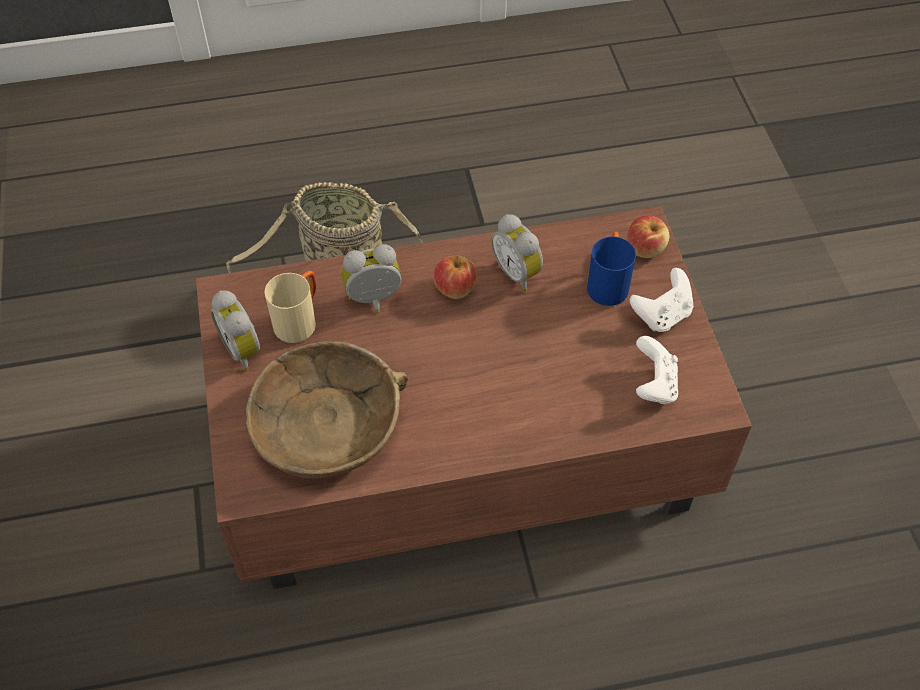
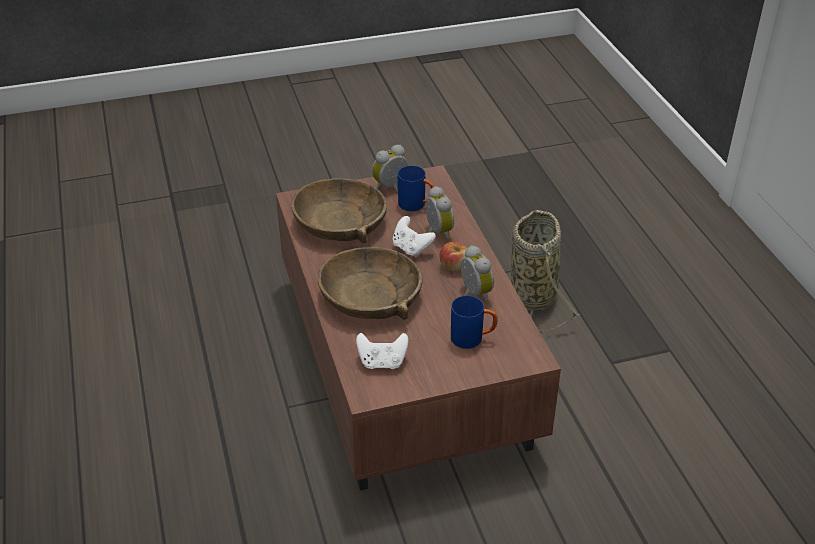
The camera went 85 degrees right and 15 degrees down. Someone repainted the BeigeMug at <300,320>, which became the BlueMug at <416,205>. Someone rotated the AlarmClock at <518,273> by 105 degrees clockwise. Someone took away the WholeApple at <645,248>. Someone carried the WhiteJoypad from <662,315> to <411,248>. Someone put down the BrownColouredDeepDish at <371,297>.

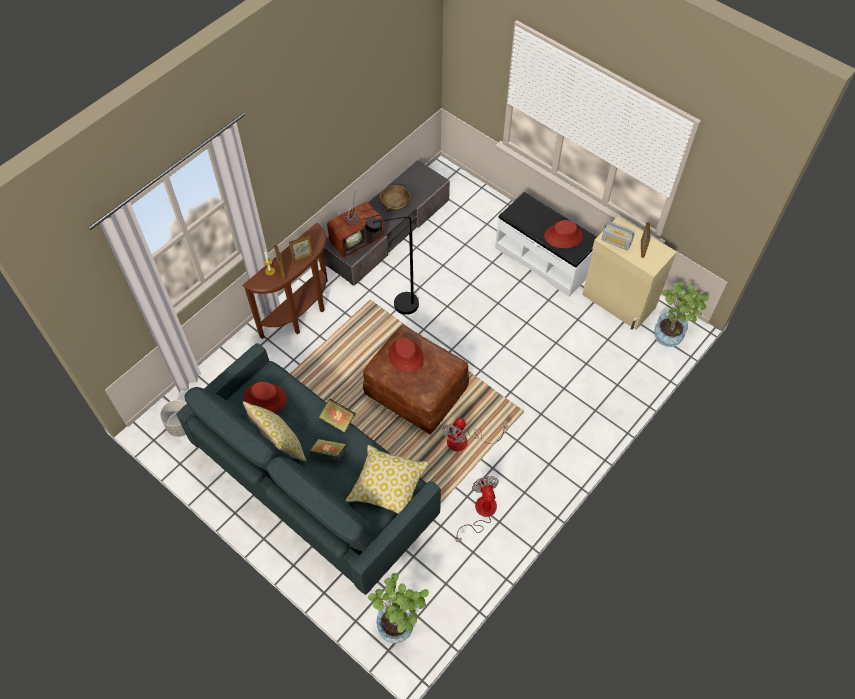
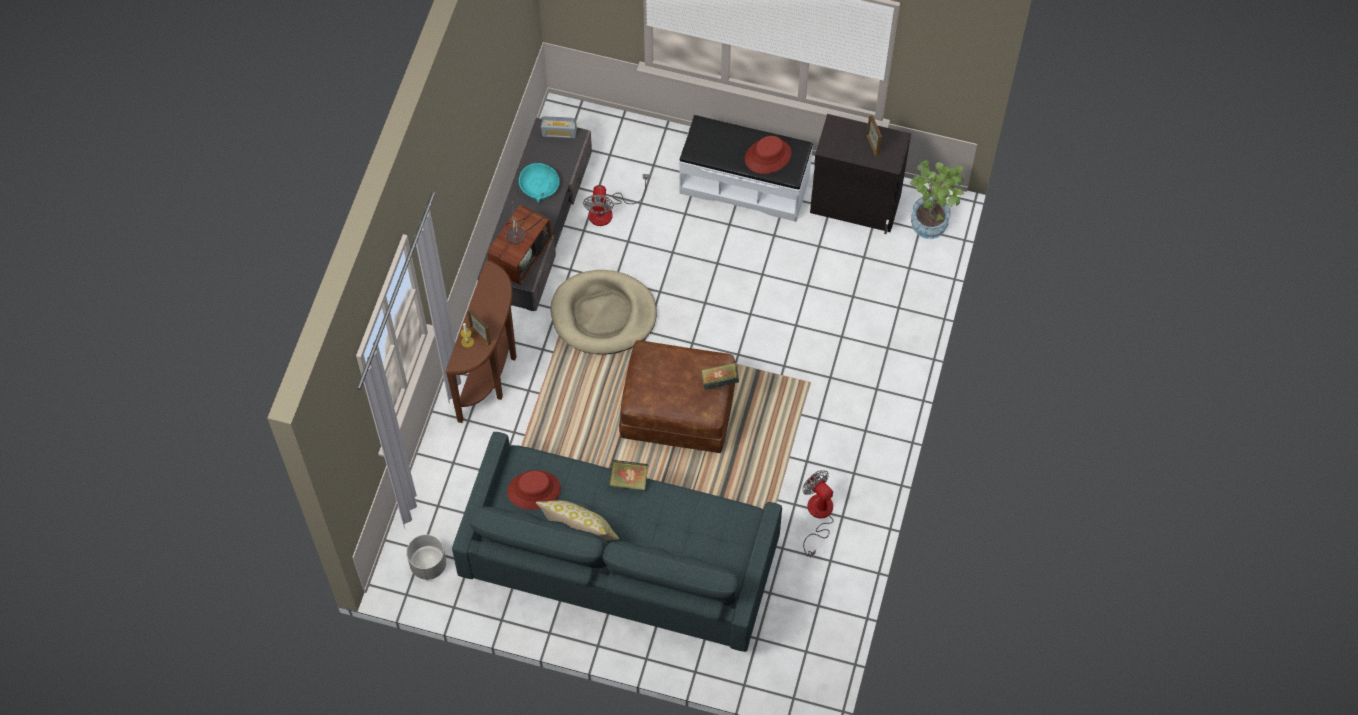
The camera went 25 degrees left and 5 degrees up. Someone took away the StandingFrame at <303,257>. Someone carried the Volume from <329,454> to <719,381>. Someone took away the ThrowPillow at <387,486>. Someone swapped the BlackishFloorLamp at <399,306> for the BeigeDogBed at <603,315>. Someone took away the PlantInAPot at <399,622>. Someone repainted the BrownColouredDeepDish at <395,202>, which became the TurquoiseColouredDeepDish at <539,186>. Someone took away the ReddishHat at <405,356>. Someone carried the ElectricFan from <465,441> to <608,211>. Someone repainted the BeigeStorageCabinet at <618,302>, which became the BlackishStorageCabinet at <855,205>. Someone carried the RadioSet from <616,242> to <559,133>.

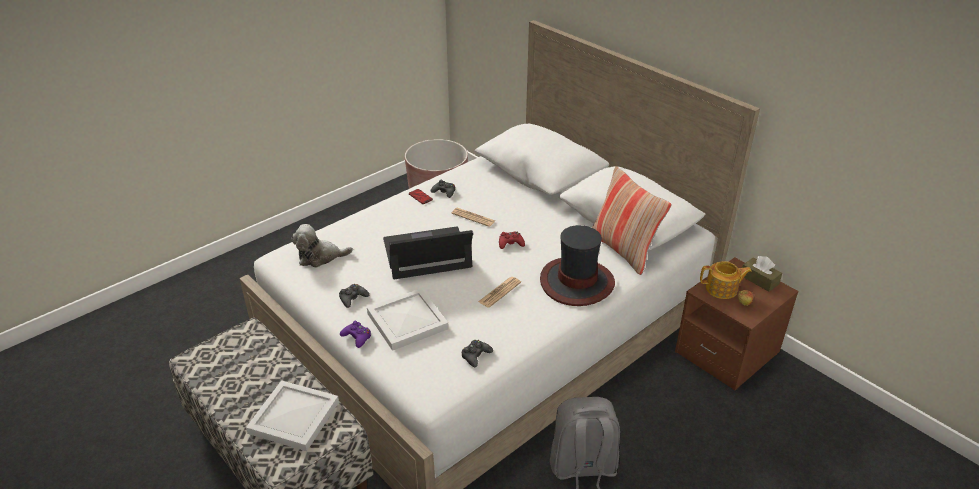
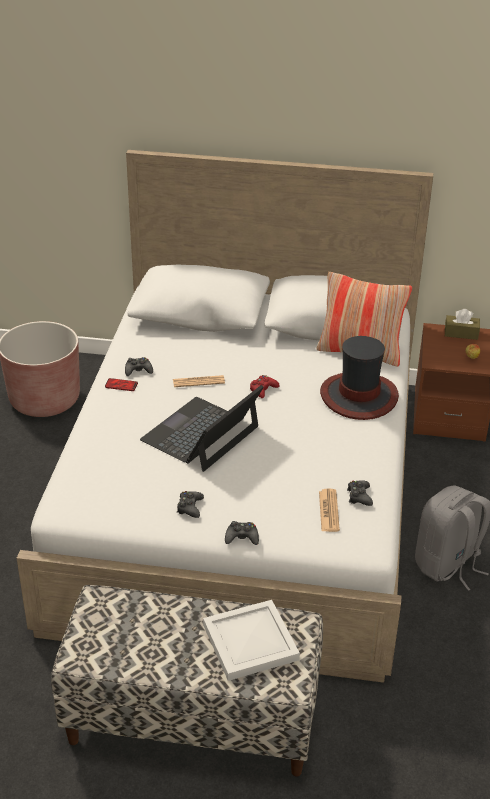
The camera went 40 degrees left and 0 degrees up. Someone took away the PlushToy at <320,257>. Someone repainted the PurpleColouredJoypad at <357,337>, which became the BlackishJoypad at <242,537>. Someone took away the WhiteCarryingTray at <407,322>. Someone carried the DailyPaper from <499,292> to <329,511>. Someone took away the PotForTea at <722,289>.

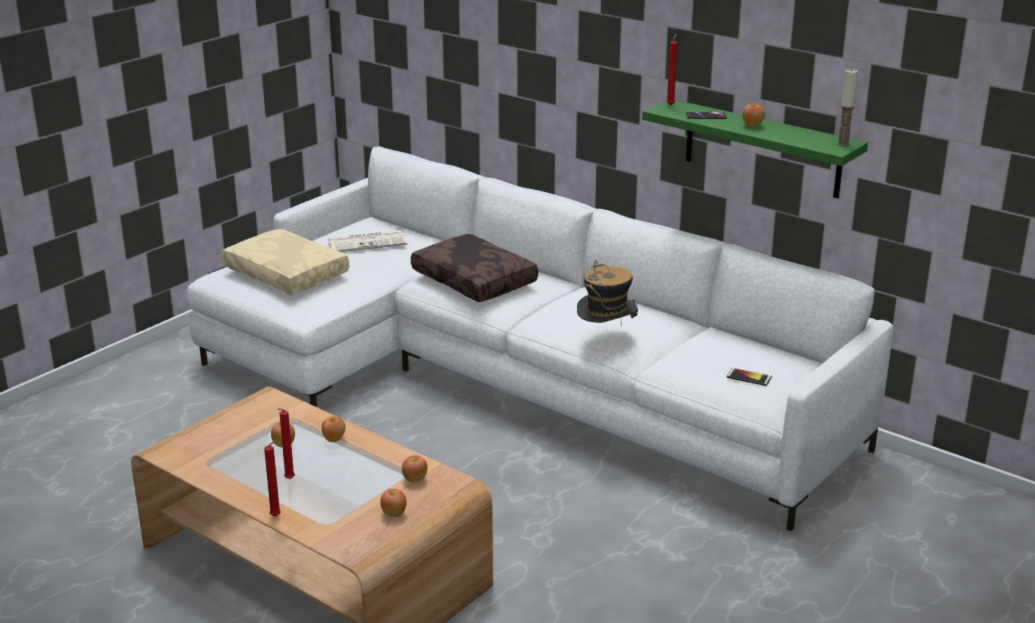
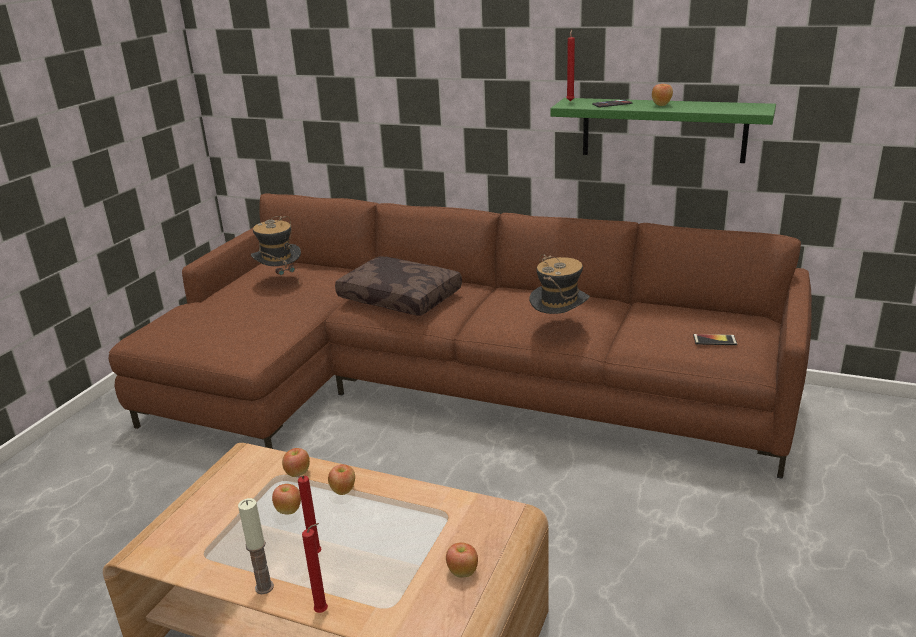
The camera went 15 degrees left and 0 degrees up. Someone repainted the WhiteSofa at <510,382>, which became the BrownColouredSofa at <443,387>. Someone took away the BeigeThrowPillow at <284,275>. Someone swapped the DailyPaper at <368,242> for the Hat at <280,280>. Someone carried the WholeApple from <415,479> to <297,473>. Someone carried the WaxCandle from <843,144> to <264,587>.

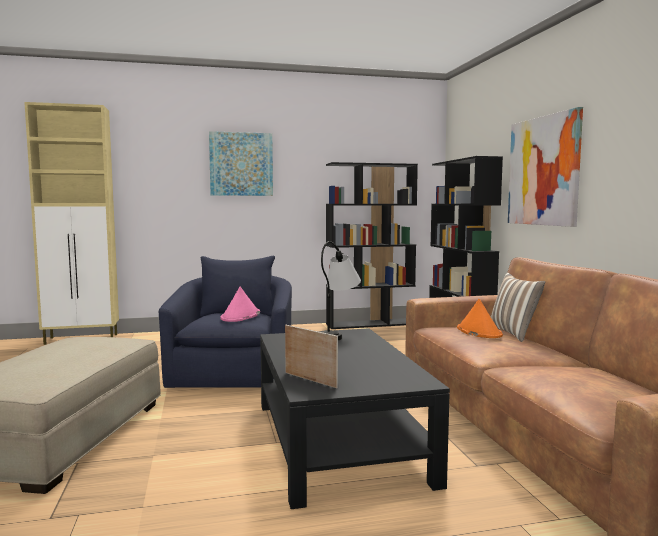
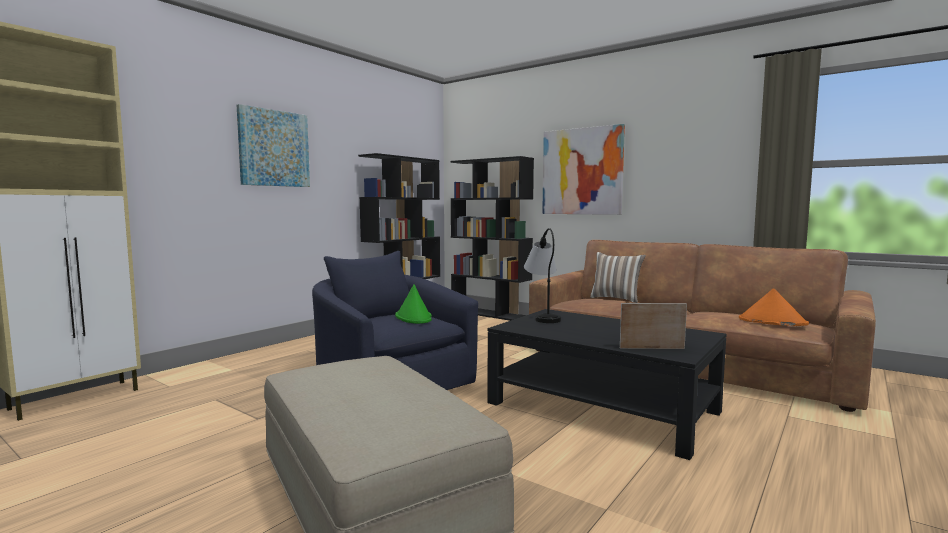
The camera went 40 degrees left and 0 degrees up. Someone repainted the PinkColouredHat at <240,316>, which became the GreenishHat at <413,317>. Someone carried the OrangeyHat from <478,332> to <772,321>.

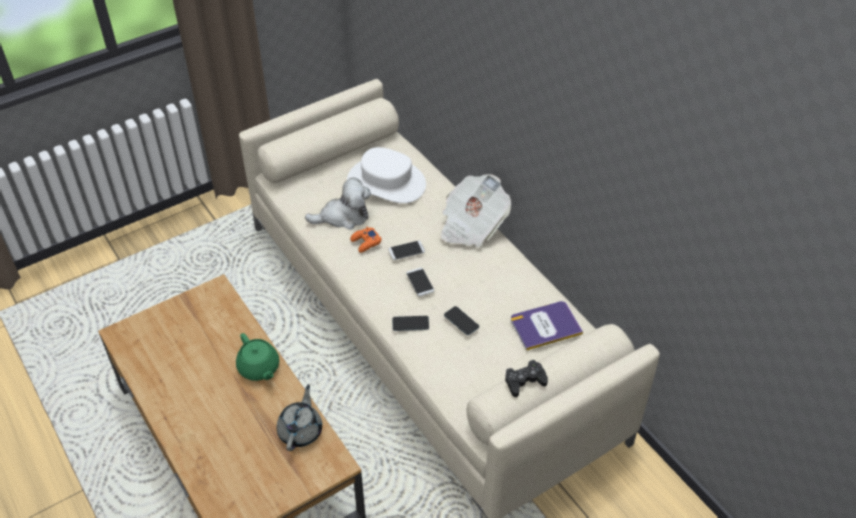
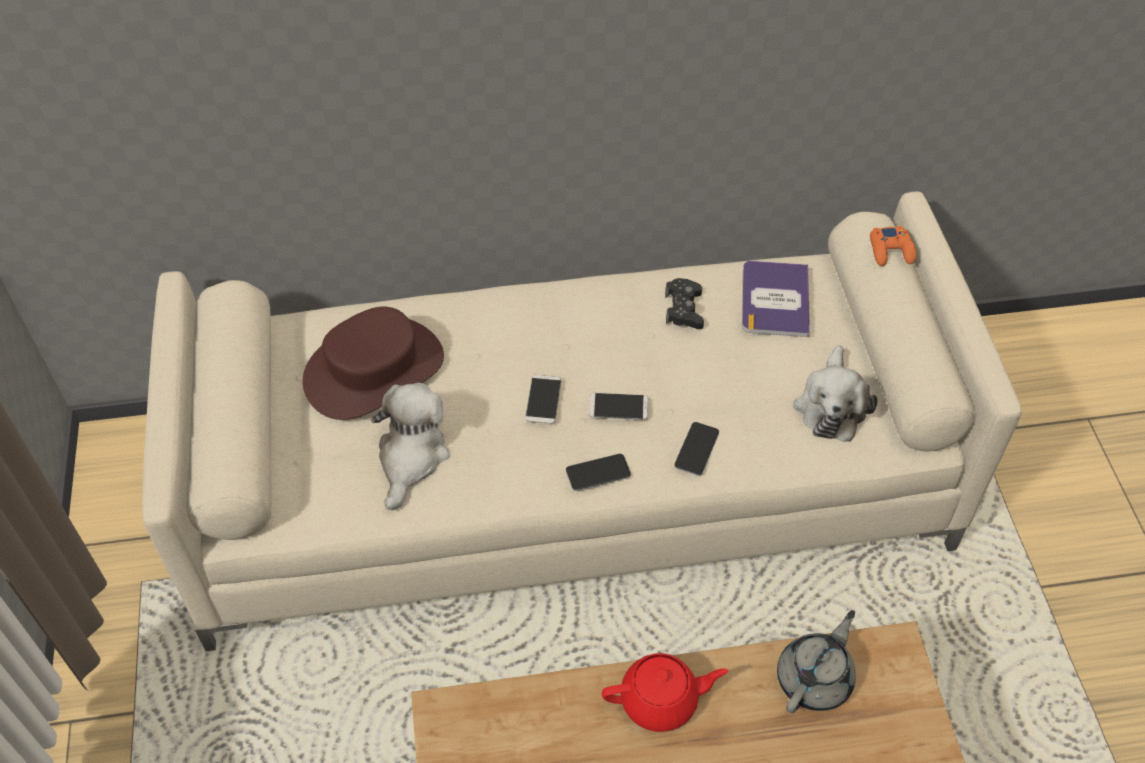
The camera went 65 degrees left and 5 degrees up. Someone repainted the GreenishPotForTea at <259,368>, which became the ReddishPotForTea at <660,700>. Someone rotated the GreyPotForTea at <301,430> by 90 degrees clockwise. Someone repainted the WhiteHat at <386,182>, which became the BrownColouredHat at <374,369>. Someone carried the OrangeyJoypad from <366,242> to <891,251>. Someone took away the DailyPaper at <472,225>. Someone carried the Telephone from <461,321> to <598,472>. Someone carried the BlackishJoypad from <524,381> to <684,309>. Someone put down the PlushToy at <830,406>.

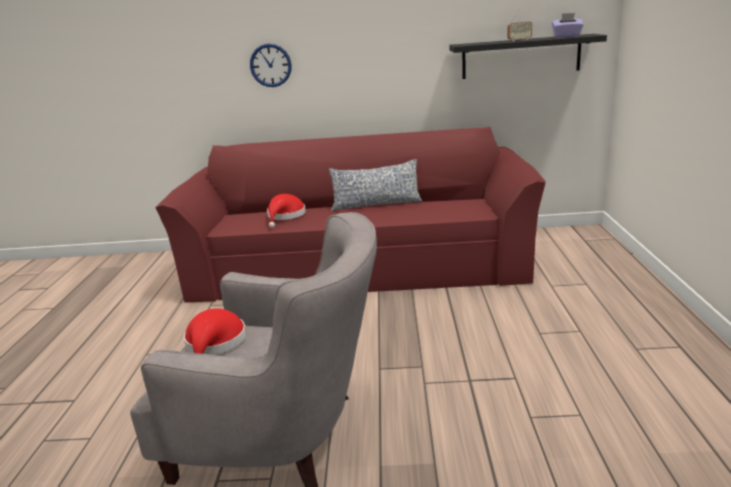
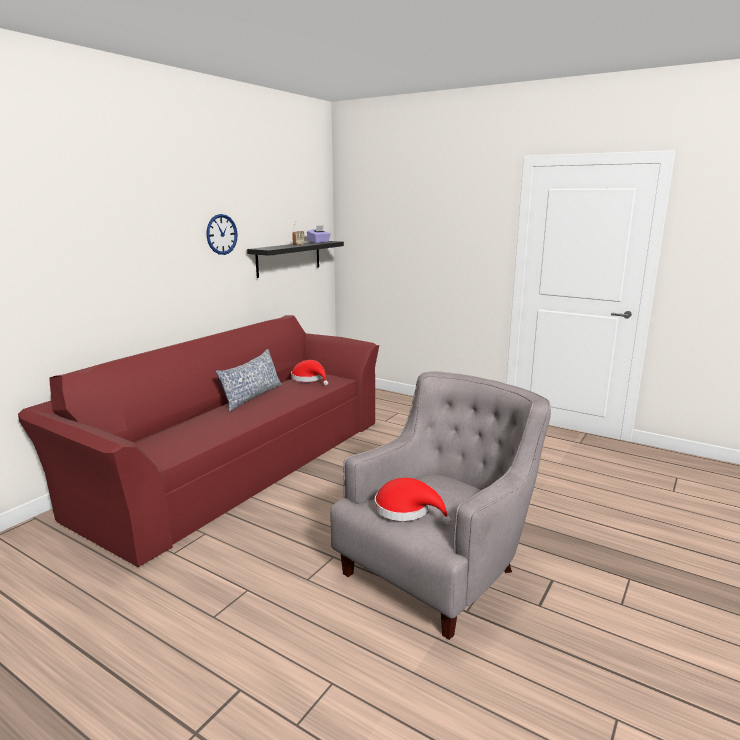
The camera went 60 degrees left and 5 degrees down. Someone carried the WallClock from <270,65> to <221,234>. Someone carried the ReddishHat from <285,216> to <309,379>.

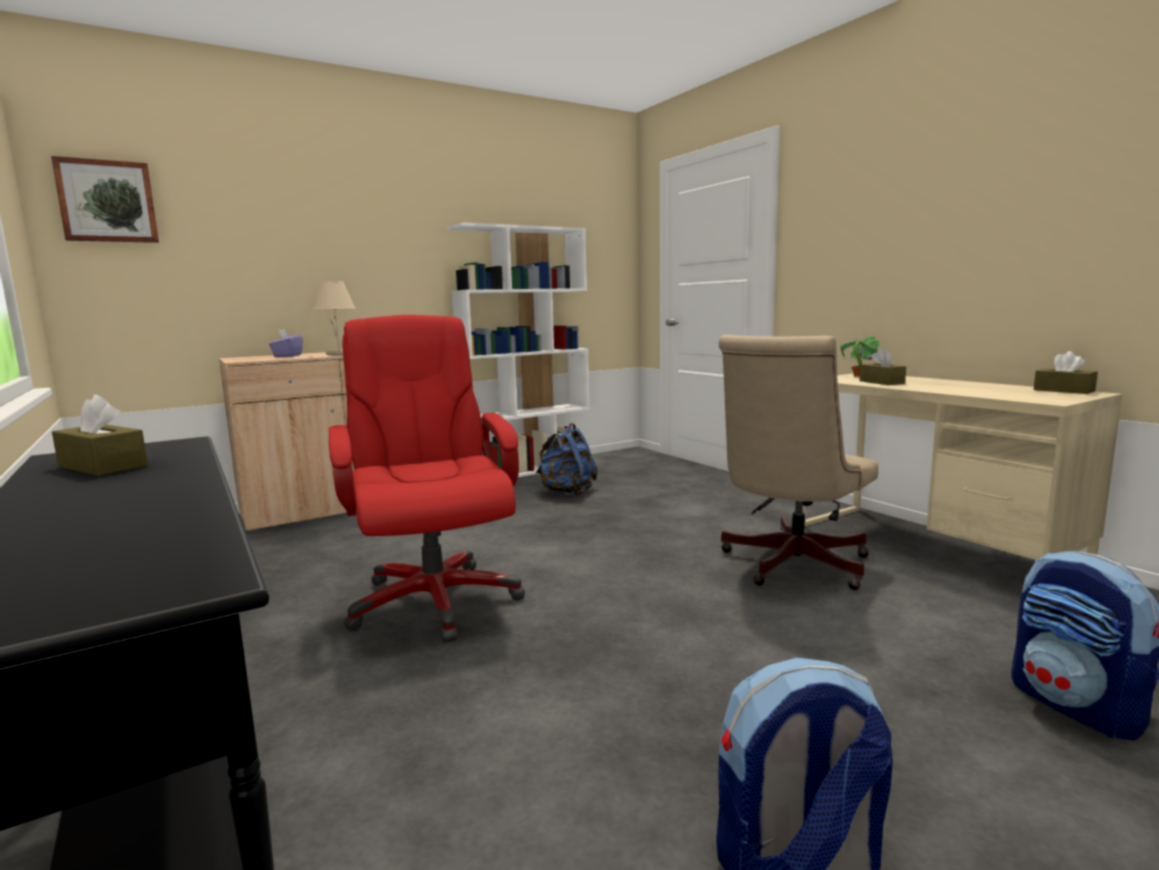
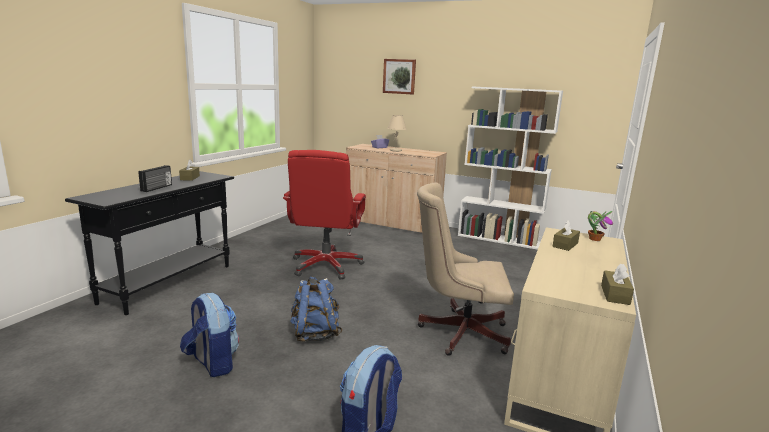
The camera went 55 degrees right and 5 degrees up. Someone carried the WallPicture from <107,201> to <399,76>. Someone rotated the ReddishOfficeChair at <434,601> by 150 degrees clockwise. Someone carried the BlueRucksack from <567,492> to <315,334>. Someone put down the RadioSet at <157,188>.

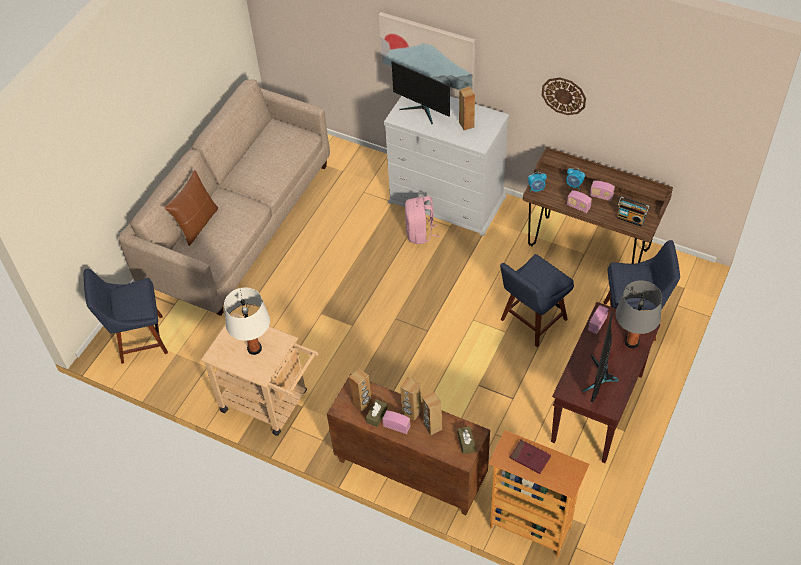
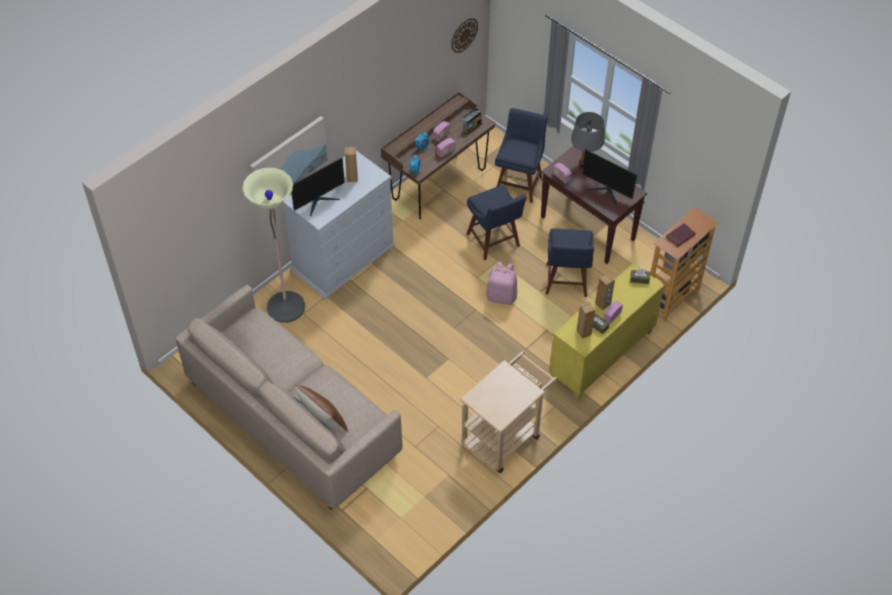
The camera went 75 degrees left and 0 degrees up. Someone carried the BlueUprightChair from <138,340> to <566,282>. Someone took away the WhiteTableLamp at <254,348>. Someone repainted the BrownColouredStorageCabinet at <409,470>, which became the YellowColouredStorageCabinet at <601,356>. Someone carried the PinkColouredRucksack from <420,233> to <501,296>. Someone took away the BrownColouredAudioSpeaker at <432,427>. Someone carried the WallClock from <564,95> to <464,35>. Someone put down the FloorLamp at <286,307>.

